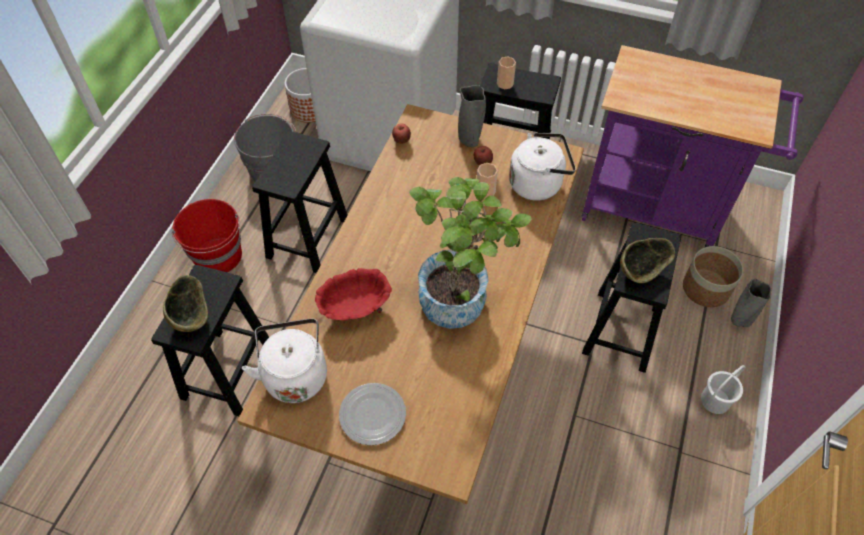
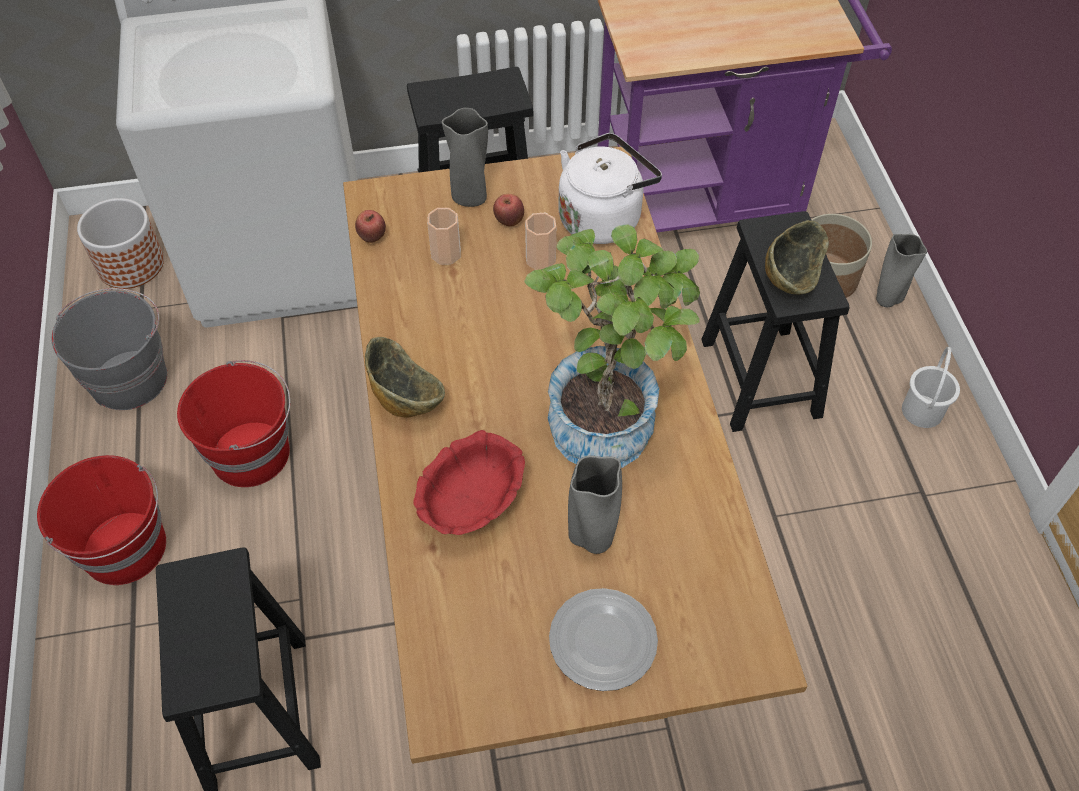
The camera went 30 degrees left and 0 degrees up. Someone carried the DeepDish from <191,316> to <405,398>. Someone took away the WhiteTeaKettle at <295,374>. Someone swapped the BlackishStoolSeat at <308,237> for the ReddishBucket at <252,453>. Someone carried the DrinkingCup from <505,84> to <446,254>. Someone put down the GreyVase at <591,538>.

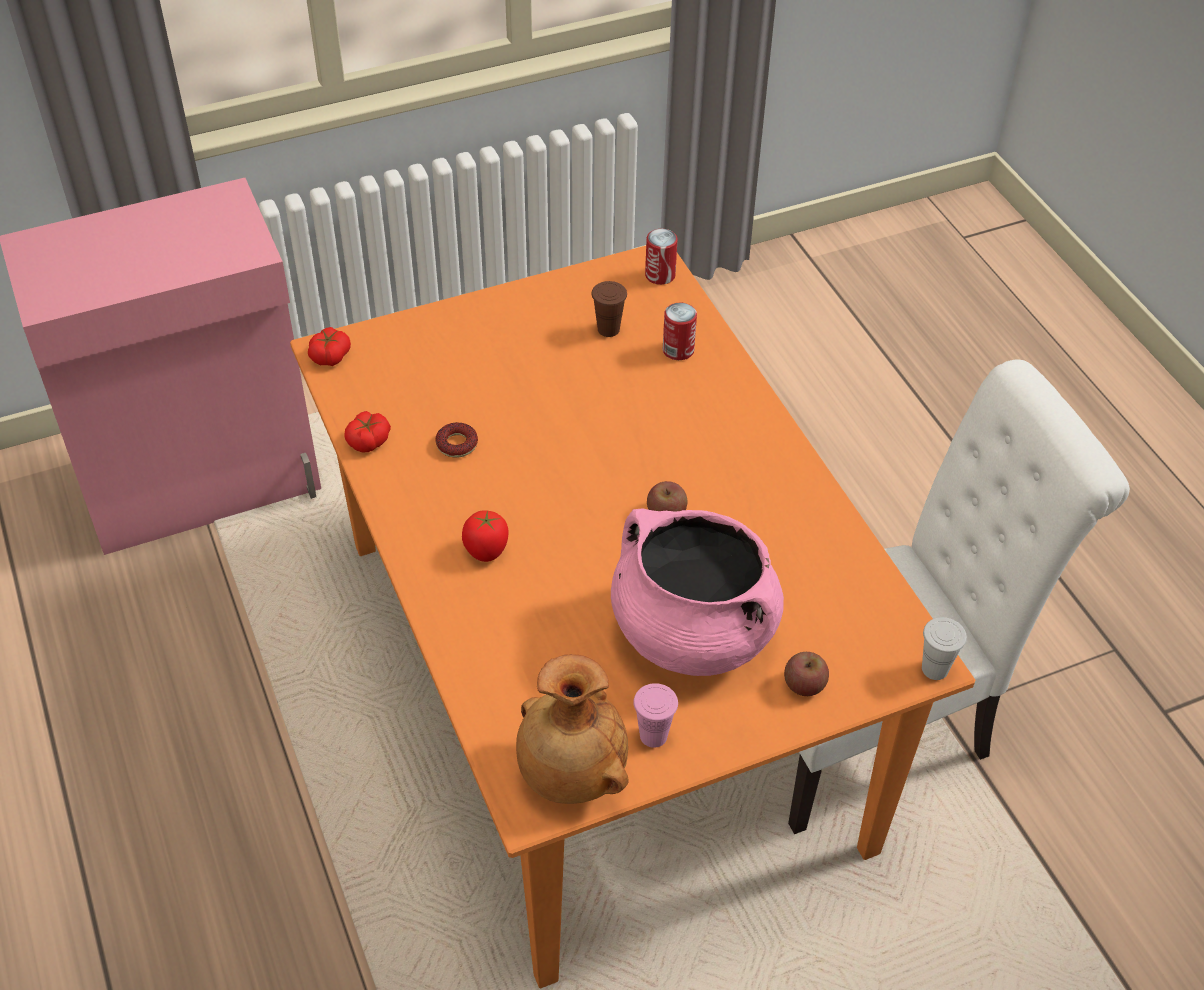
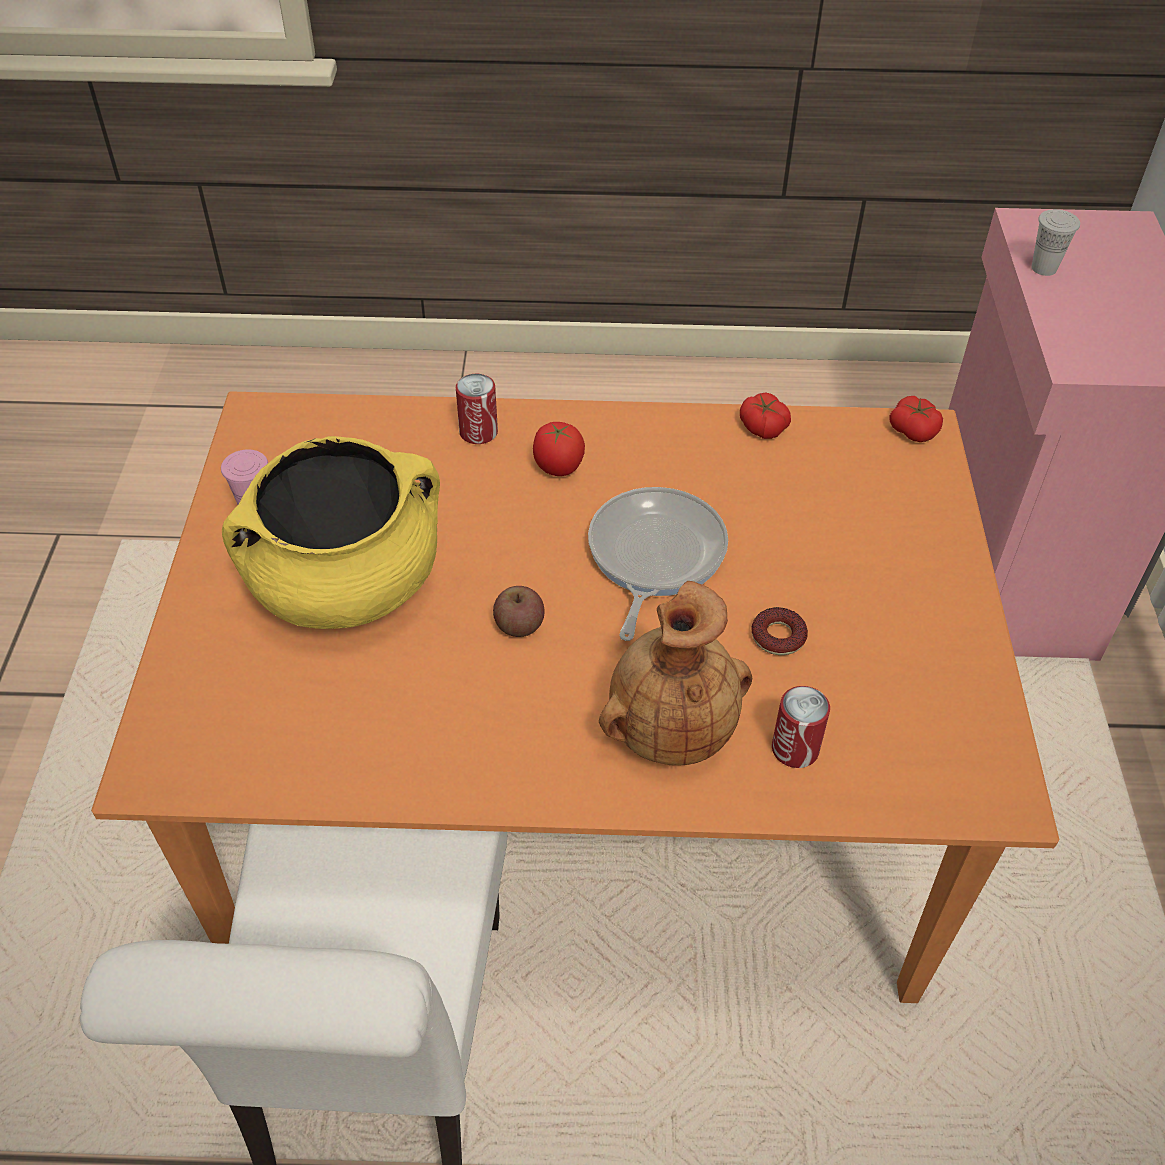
The camera went 115 degrees right and 0 degrees up. Someone carried the RingDoughnut from <457,444> to <778,636>. Someone carried the BrownColouredVase from <570,774> to <670,729>. Someone took away the BrownColouredDrinkingCup at <608,329>. Someone repainted the PinkColouredCookingPot at <692,632>, which became the YellowColouredCookingPot at <347,584>. Someone carried the MetalCan from <660,275> to <478,432>. Someone took away the WholeApple at <804,685>. Someone carried the WhiteDrinkingCup from <935,669> to <1044,268>. Someone put down the Pan at <653,556>.

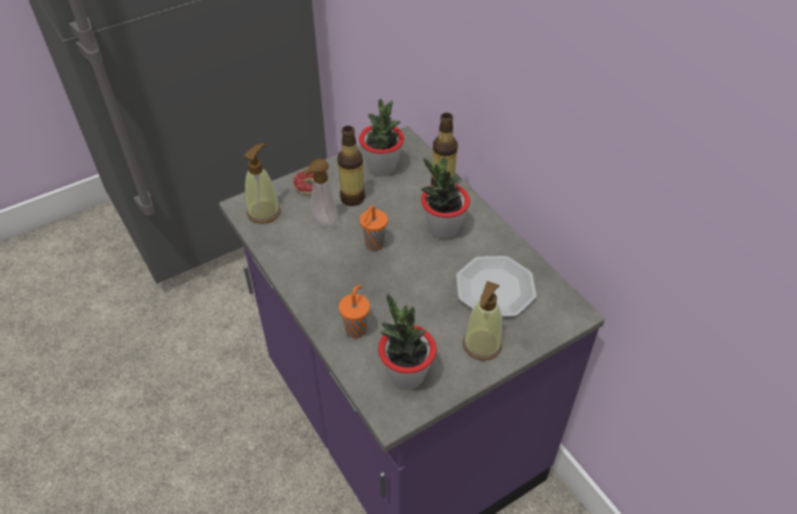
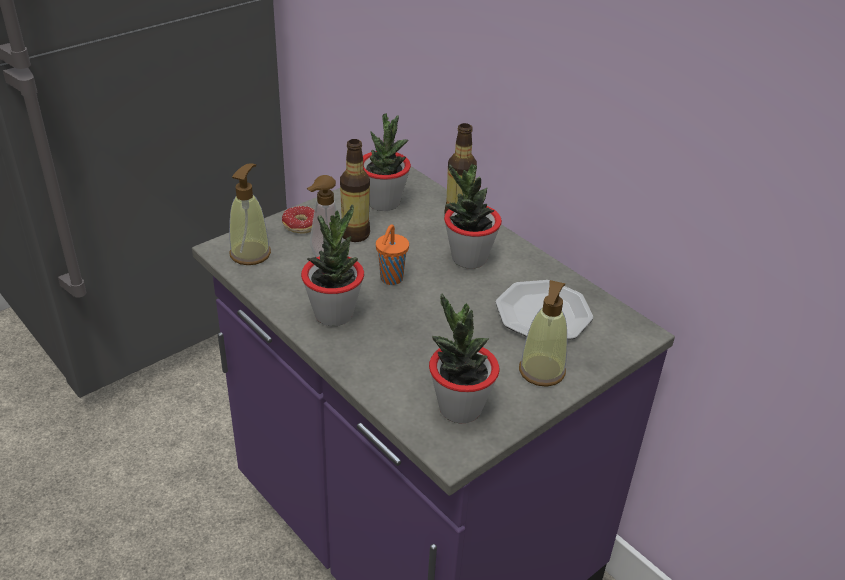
The camera went 10 degrees left and 10 degrees down. Someone took away the OrangeyDrinkingCup at <356,329>. Someone put down the PlantInAPot at <334,314>.

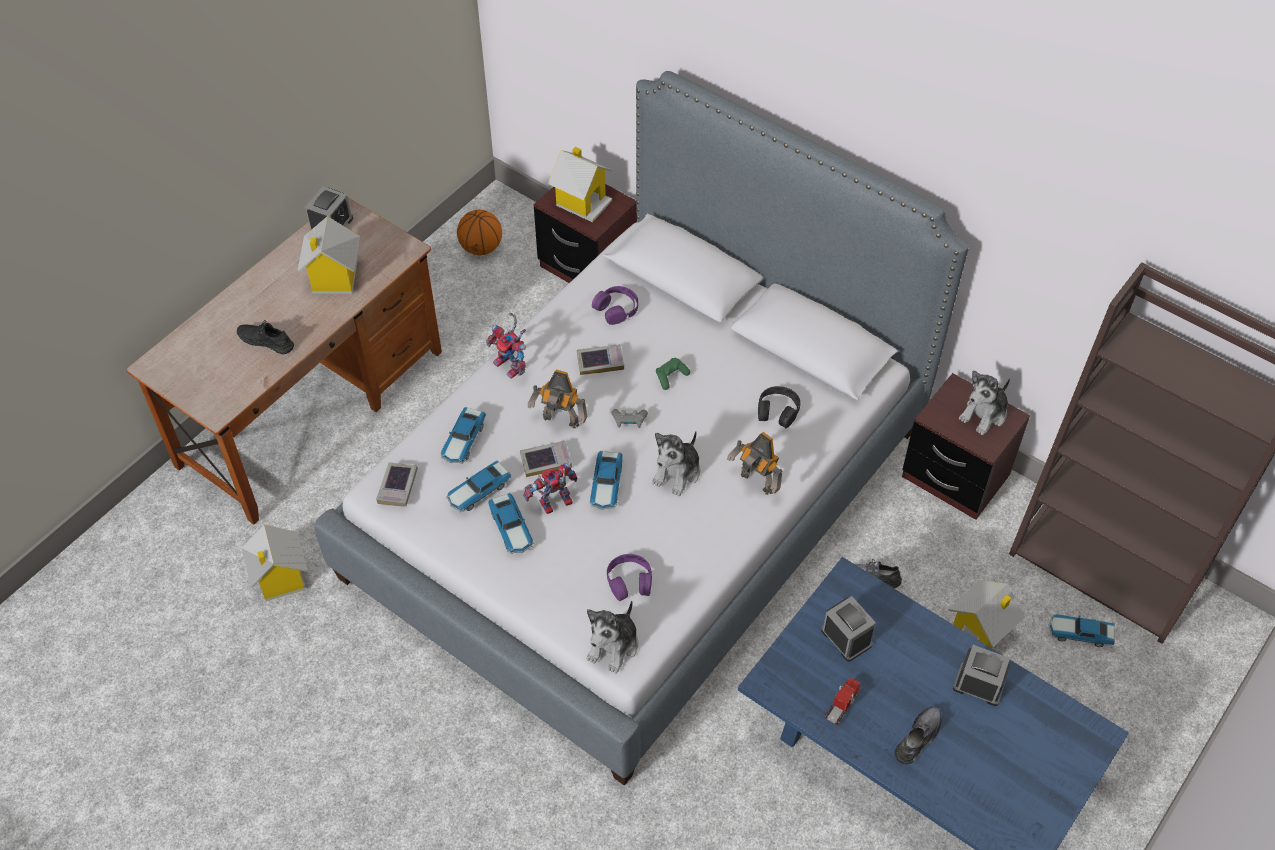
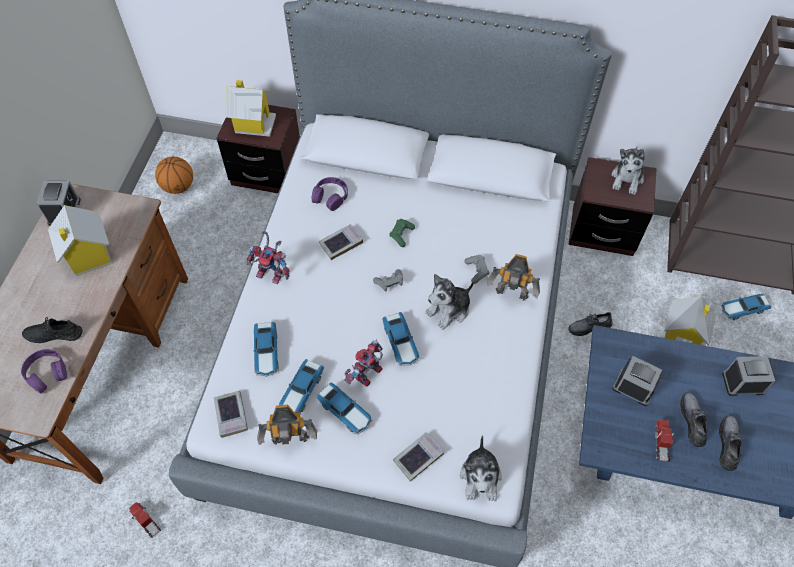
The camera went 25 degrees left and 5 degrees up. Someone swapped the MiniatureHouse at <280,578> for the ModelTruck at <146,521>. Someone carried the Volume from <546,461> to <418,457>. Someone carried the RobotFigure from <560,422> to <290,440>. Someone carried the PurpleColouredHeadphones from <629,581> to <47,373>. Someone rotated the PlushToy at <677,473> by 45 degrees clockwise. Someone took away the BlackishHeadphones at <778,411>. Someone put down the GreyJoypad at <476,271>. Someone put down the GreyItemOfFootwear at <692,421>.

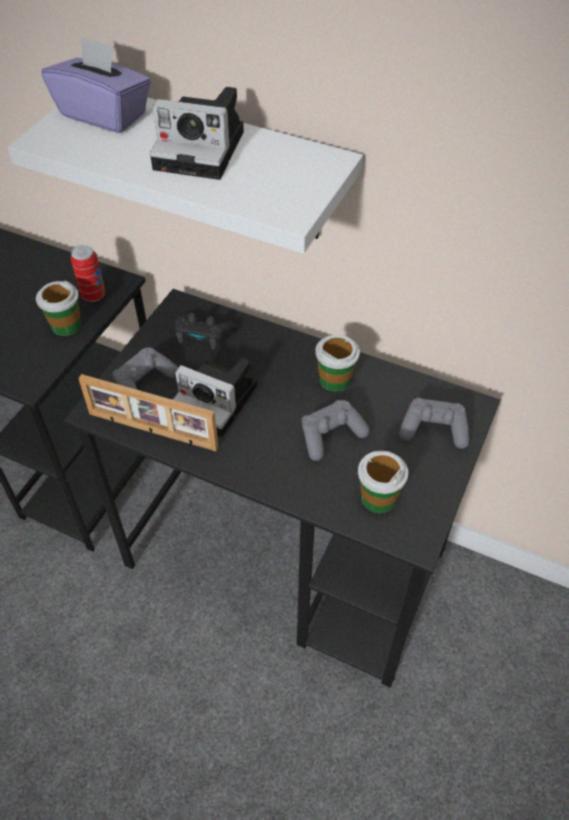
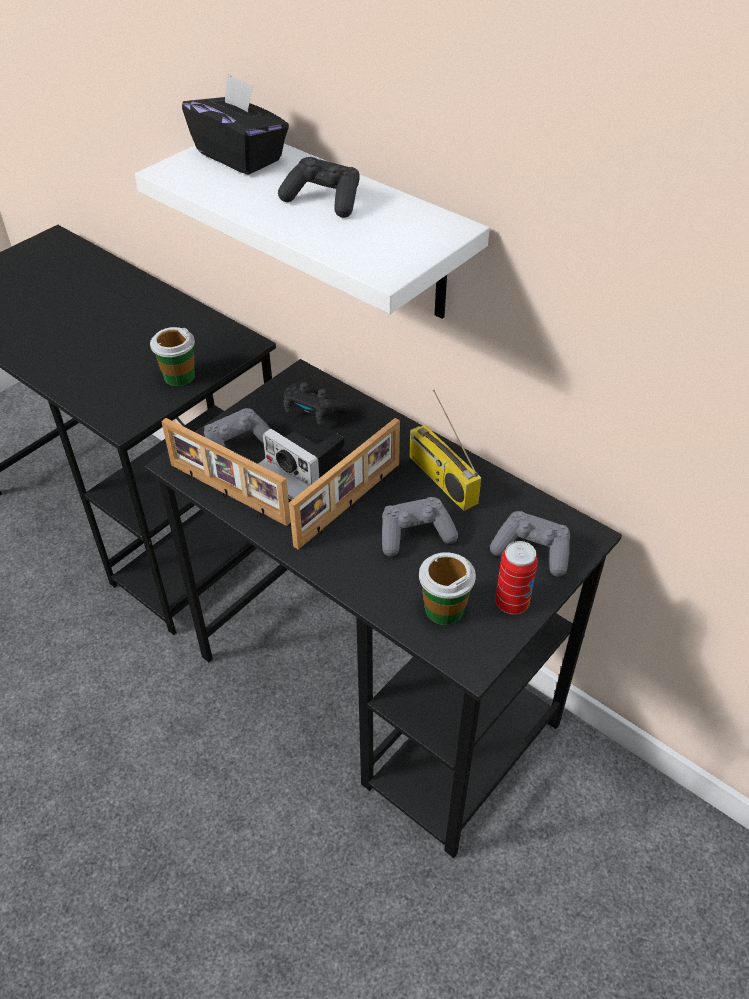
The camera went 15 degrees right and 5 degrees down. Someone repainted the PurpleColouredBoxOfTissues at <104,114>, which became the BlackishBoxOfTissues at <240,156>. Someone carried the MetalCan from <93,295> to <512,603>. Someone swapped the StillCamera at <203,150> for the BlackishJoypad at <324,201>. Someone swapped the DrinkingCup at <335,379> for the RadioSet at <440,479>. Someone put down the StandingFrame at <350,505>.

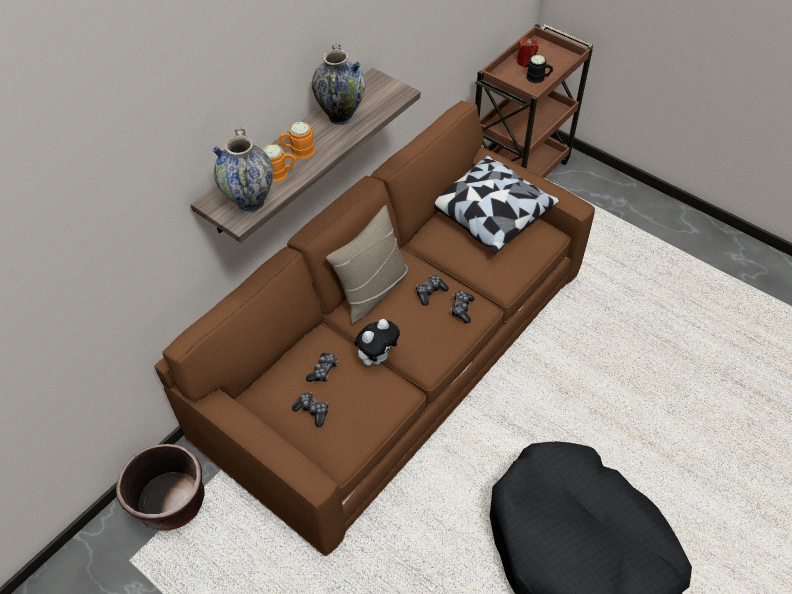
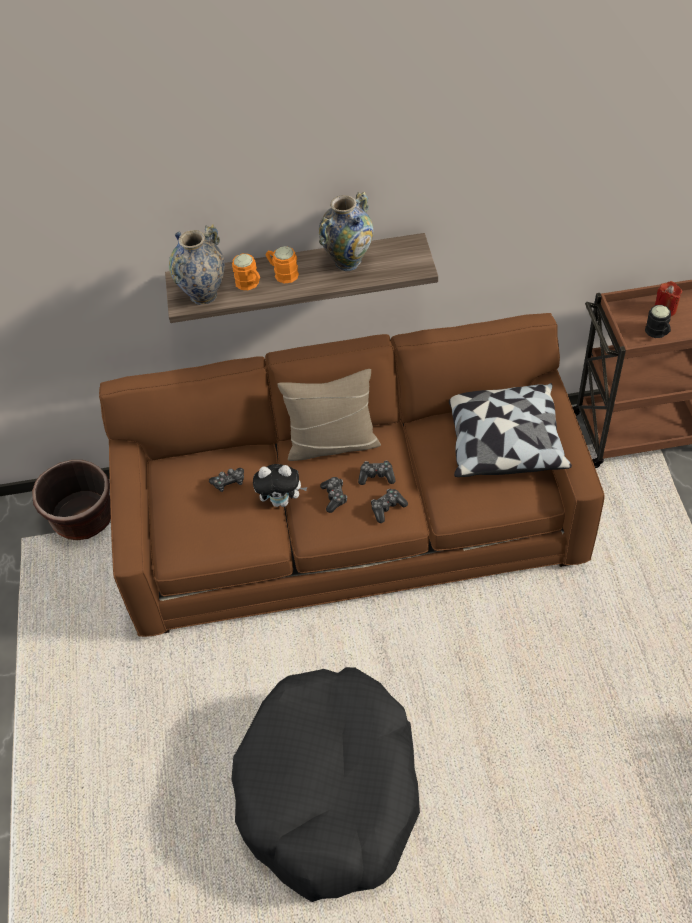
The camera went 45 degrees right and 0 degrees up. Someone carried the Joypad from <312,411> to <334,497>.

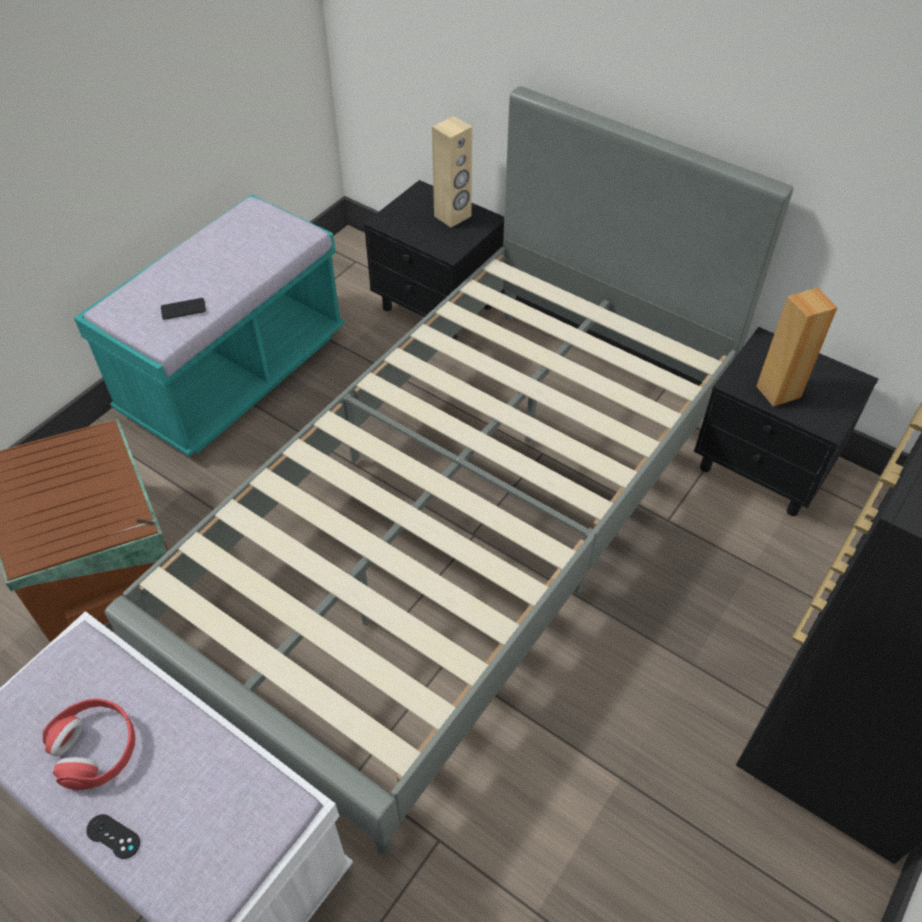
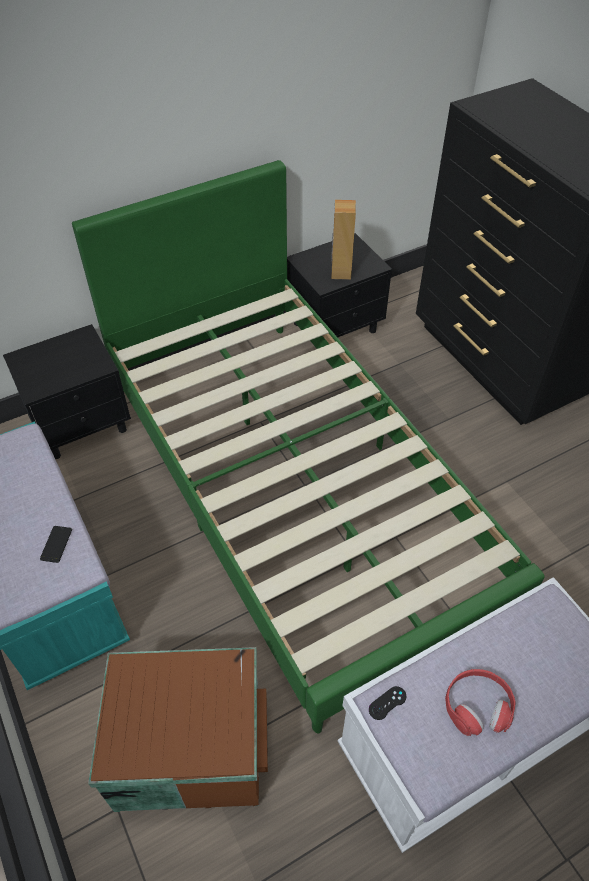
The camera went 65 degrees left and 0 degrees up. Someone carried the BlackishJoypad from <113,836> to <387,703>. Someone repainted the GreyBed at <461,525>, which became the GreenishBed at <294,488>. Someone took away the BeigeAudioSpeaker at <453,216>.

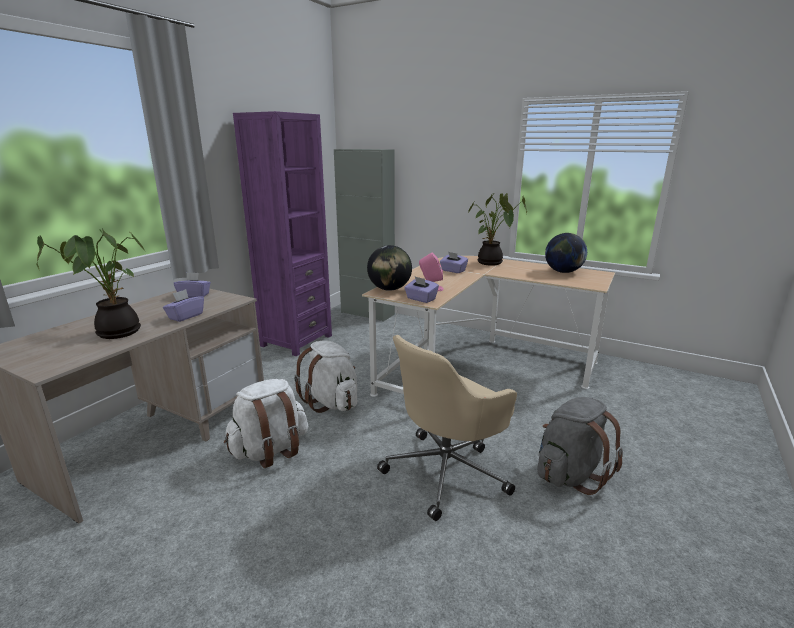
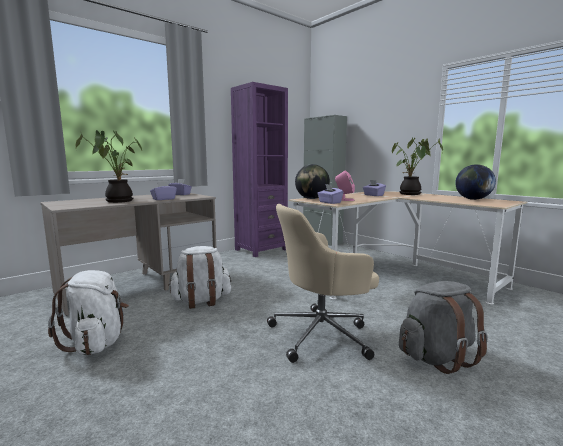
The camera went 20 degrees right and 10 degrees down. Someone carried the WhiteRucksack from <331,402> to <97,343>.

